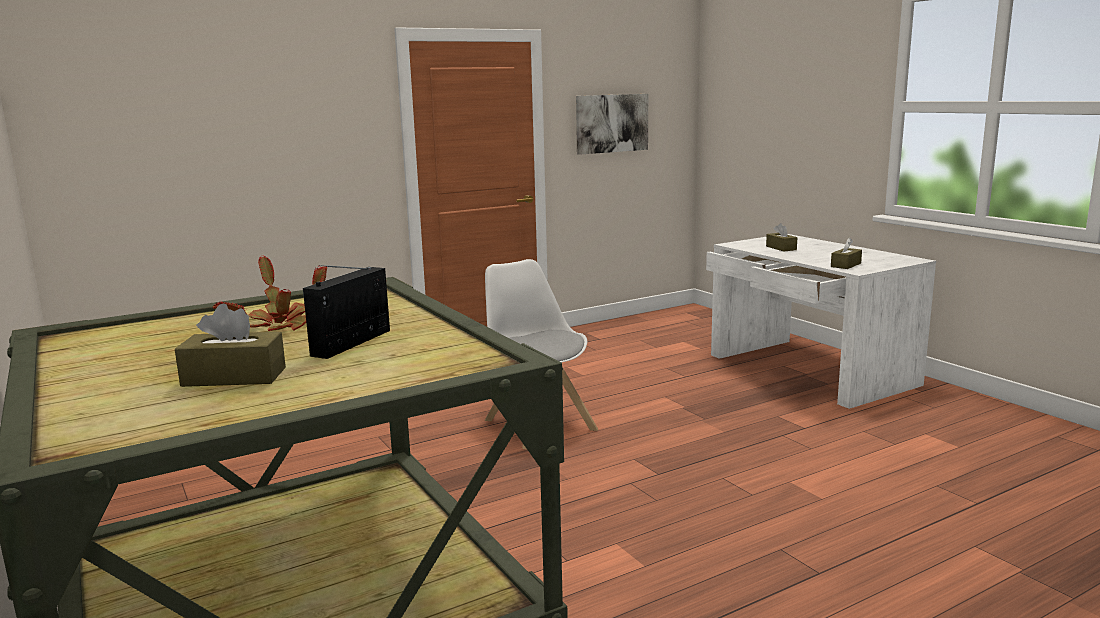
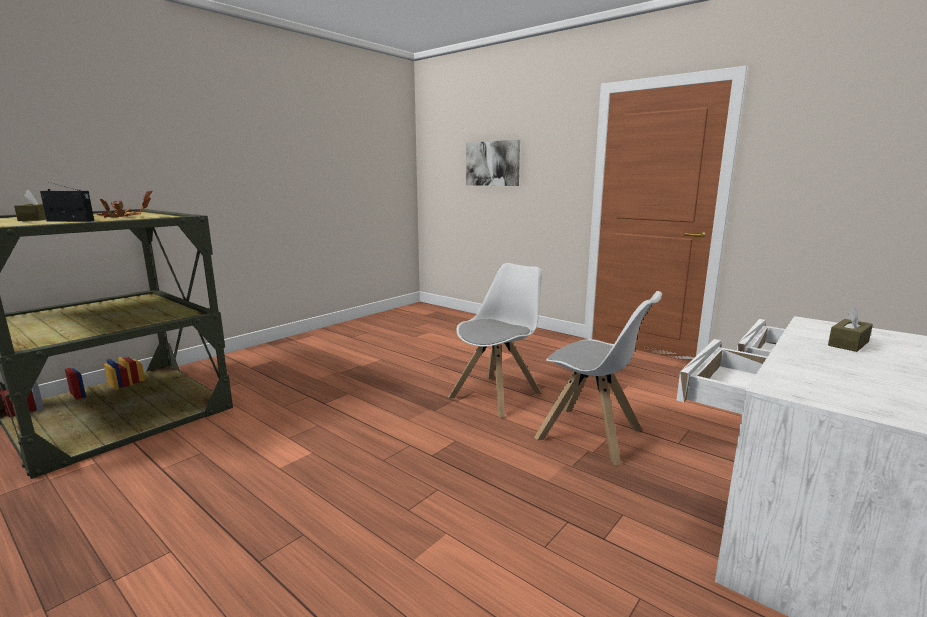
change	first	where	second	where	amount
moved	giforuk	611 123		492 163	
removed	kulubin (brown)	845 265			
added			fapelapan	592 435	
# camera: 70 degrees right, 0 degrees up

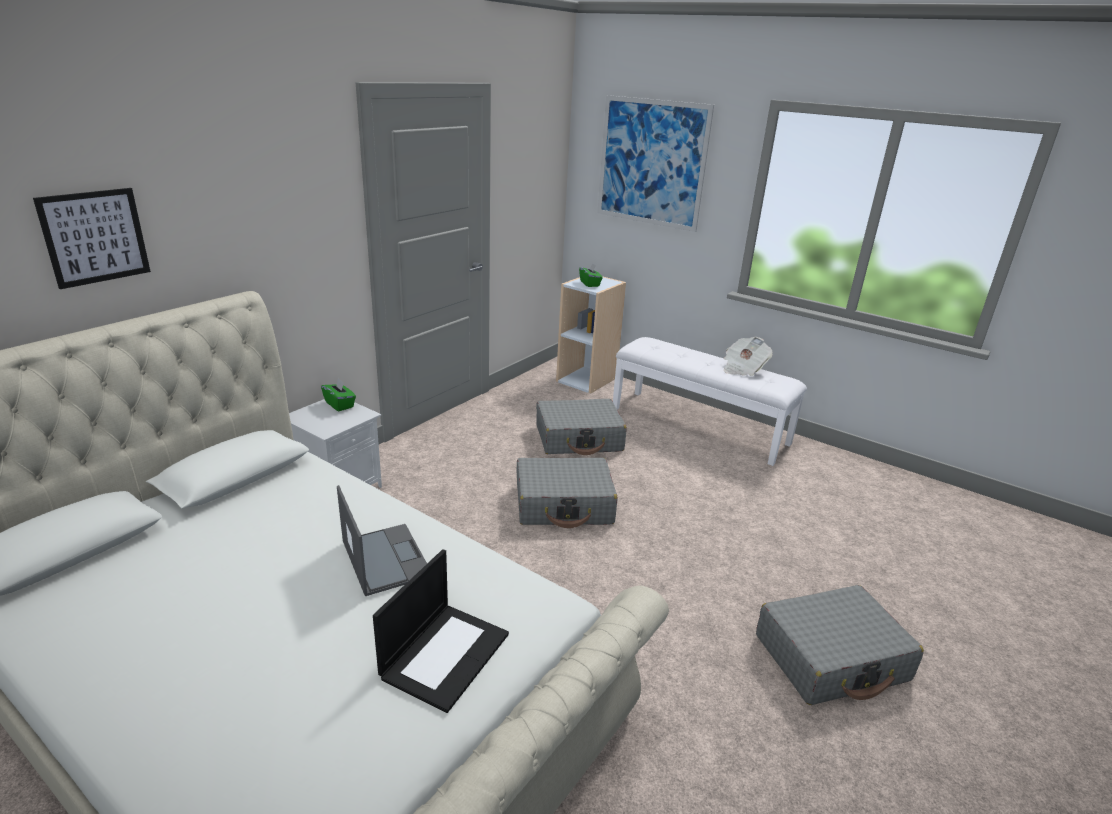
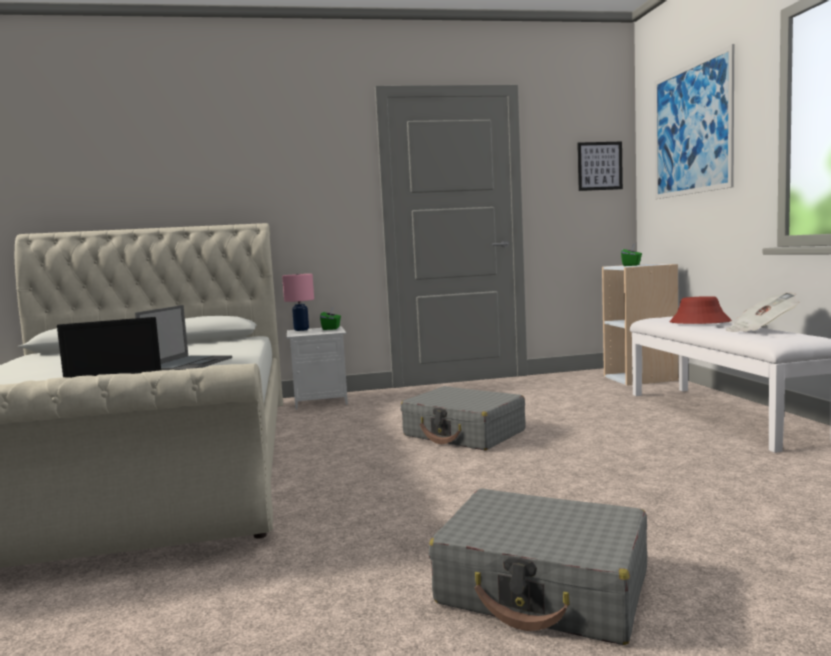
change	first	where	second	where	amount
moved	giforuk	95 237		599 166	
removed	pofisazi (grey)	579 438			
added			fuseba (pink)	301 330	
added			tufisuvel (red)	699 322	
# camera: 45 degrees right, 20 degrees down

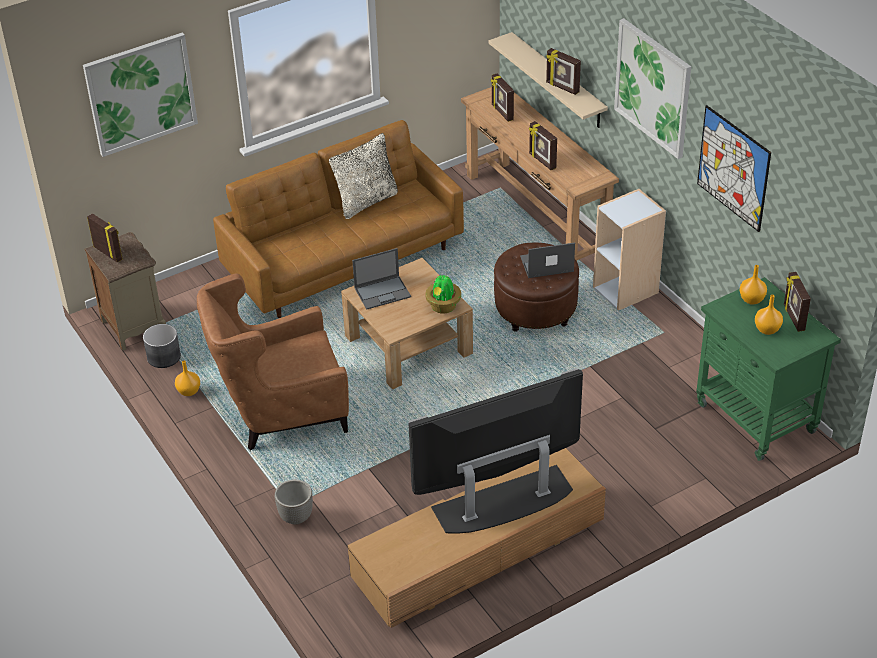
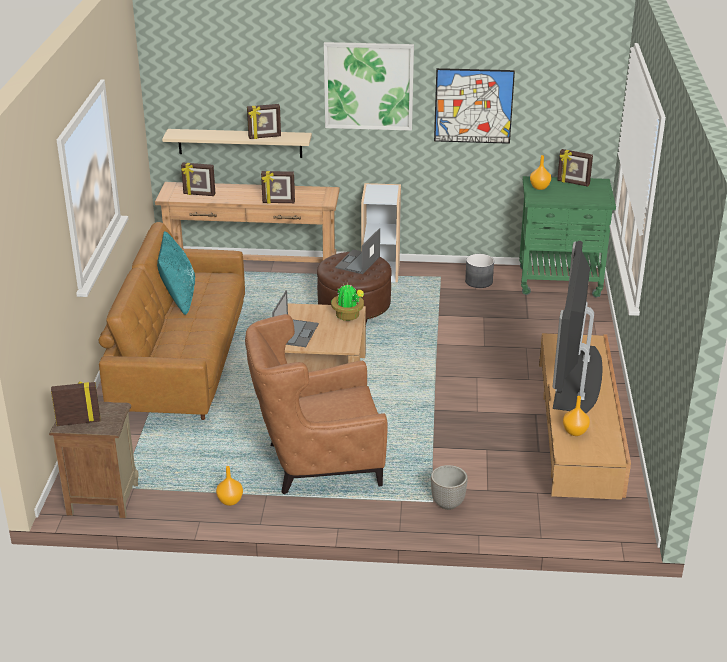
change	first	where	second	where	amount
removed	giforuk	141 93			
recoloured	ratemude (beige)	367 202	ratemude (turquoise)	179 299	
turned	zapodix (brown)	281 412		318 463	60 degrees clockwise
moved	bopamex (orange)	767 330		575 431	
moved	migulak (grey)	164 357		479 281	
# camera: 55 degrees left, 10 degrees down

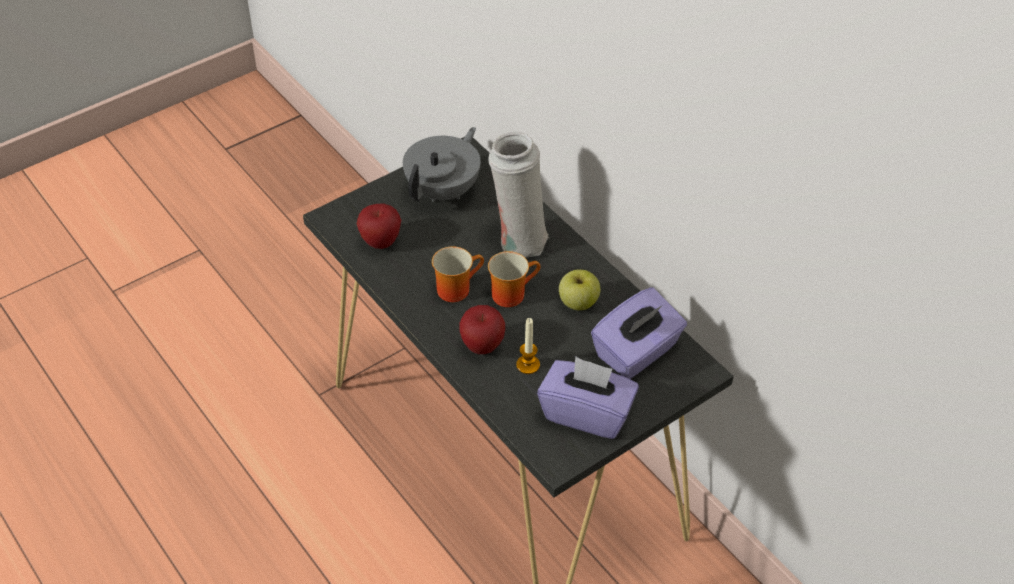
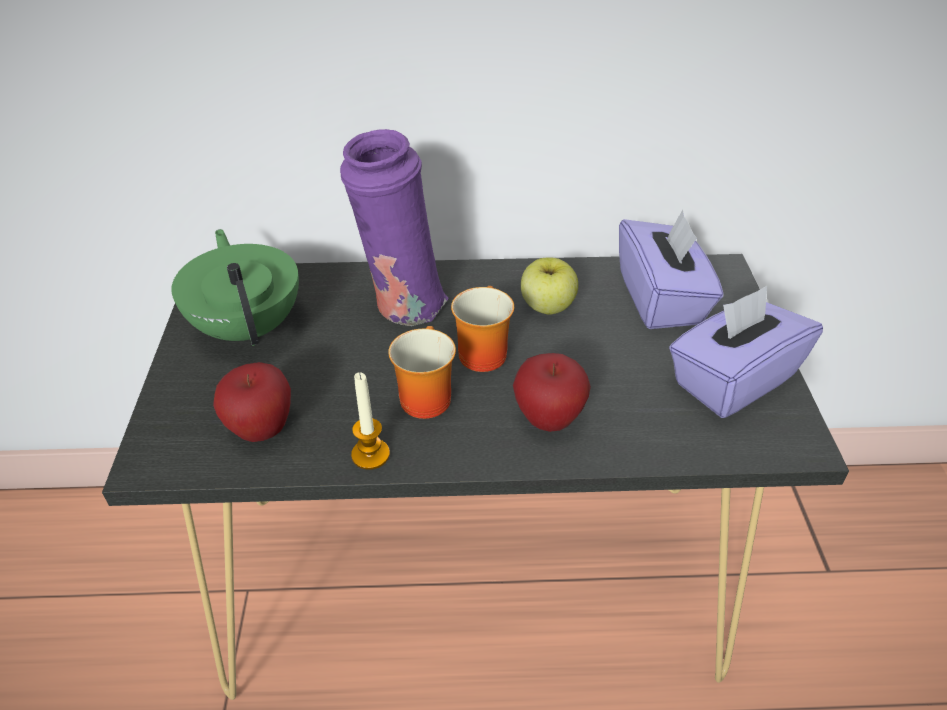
change	first	where	second	where	amount
recoloured	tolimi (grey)	444 190	tolimi (green)	249 327	
recoloured	bopamex (white)	518 240	bopamex (purple)	402 305	
moved	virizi	528 365		370 454	
# camera: 55 degrees left, 5 degrees down

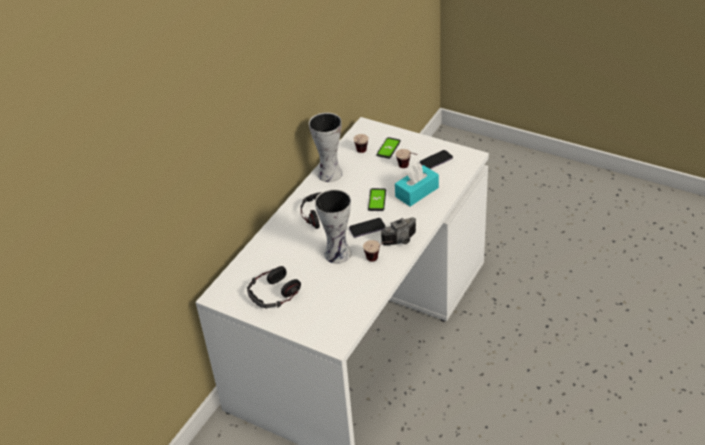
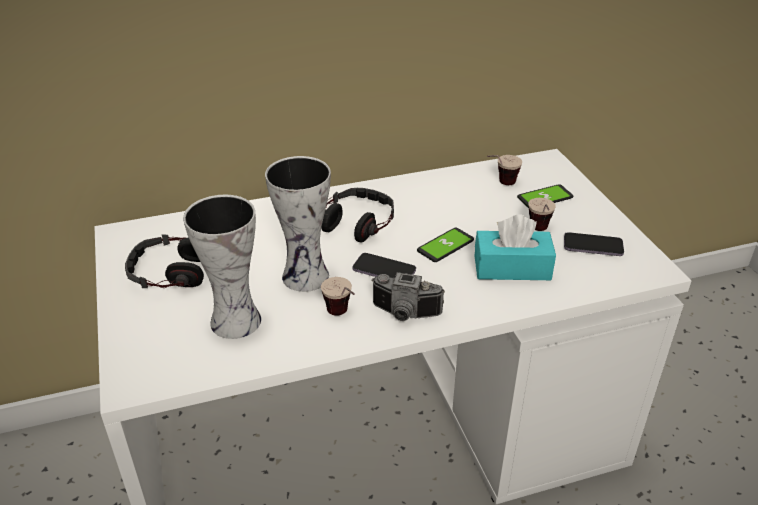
change	first	where	second	where	amount
moved	bopamex	328 174		234 320	
# camera: 40 degrees right, 5 degrees down

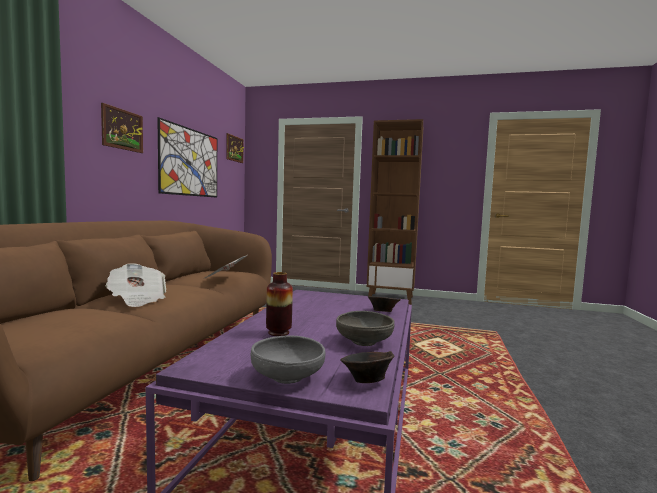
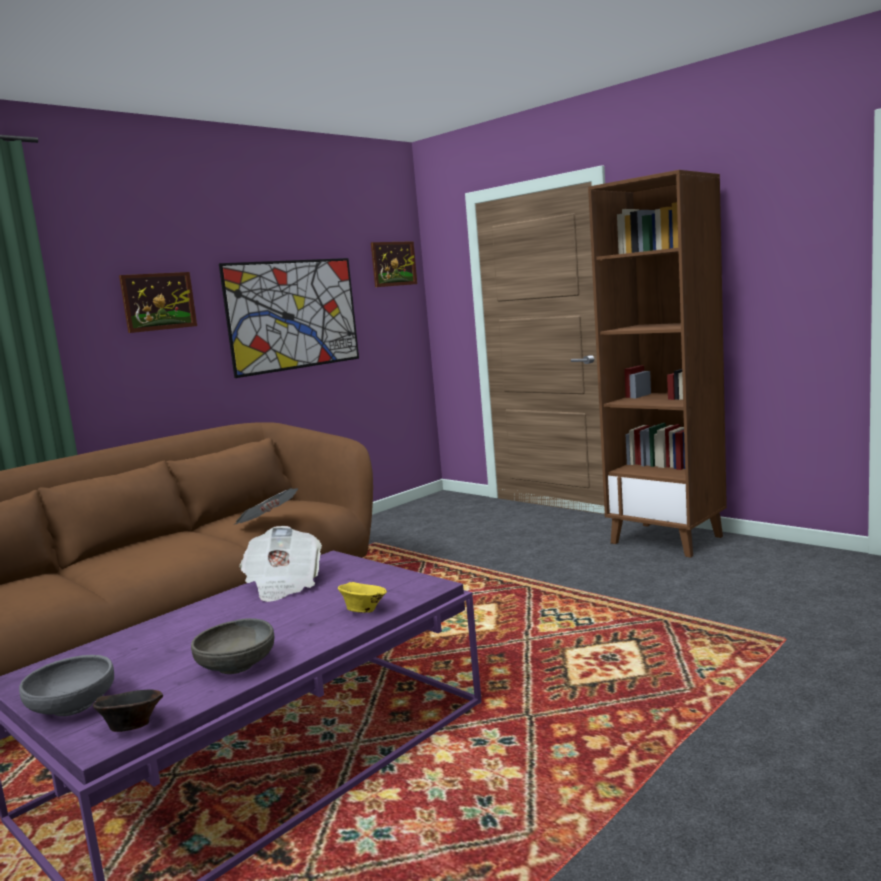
change	first	where	second	where	amount
moved	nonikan	137 299		283 585	
removed	bopamex	278 332			
recoloured	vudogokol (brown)	382 312	vudogokol (yellow)	364 611	
# camera: 30 degrees right, 5 degrees up

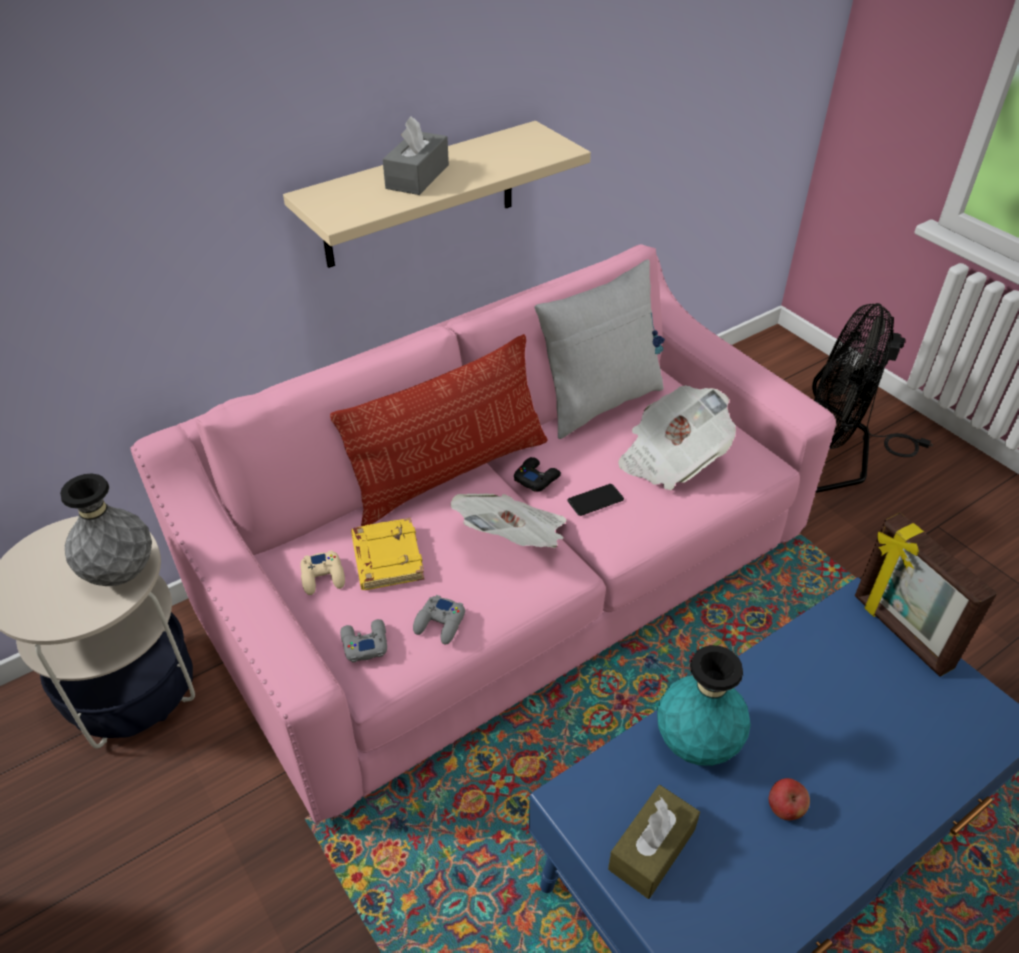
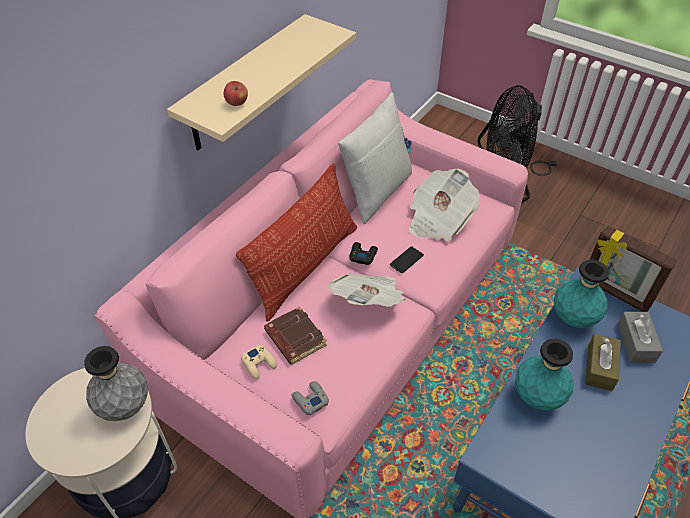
change	first	where	second	where	amount
moved	kulubin (grey)	417 177		636 342	
recoloured	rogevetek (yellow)	386 558	rogevetek (brown)	294 338	
removed	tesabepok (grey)	440 624			
moved	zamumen	784 808		237 103	
moved	kulubin (brown)	652 849		599 367	
added			bopamex (turquoise)	573 318	
# camera: 20 degrees left, 5 degrees up

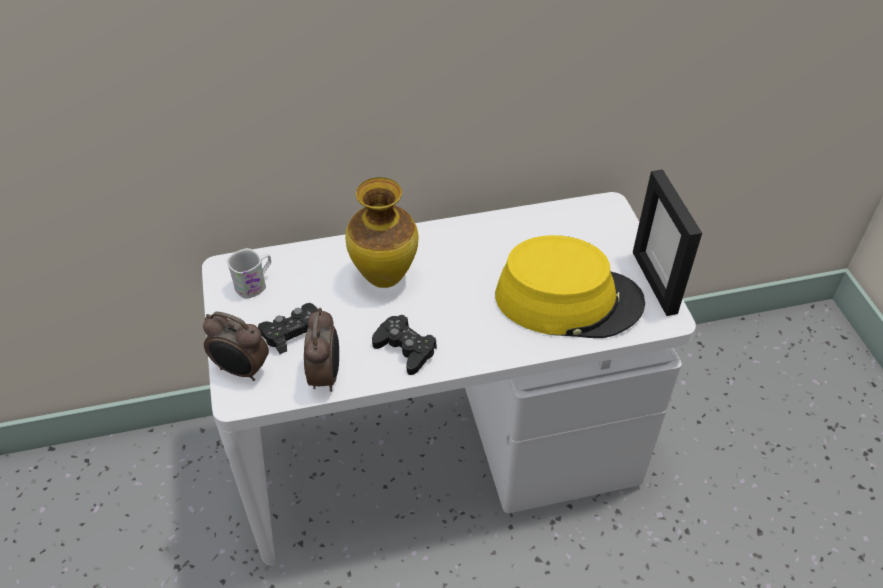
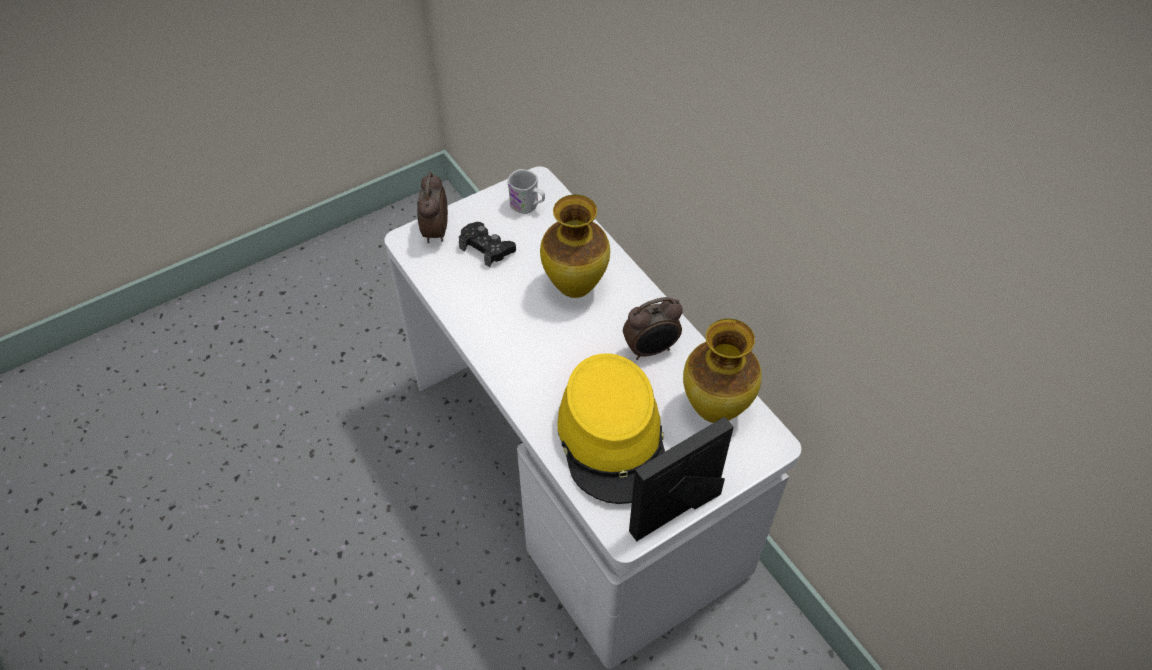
change	first	where	second	where	amount
moved	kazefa	326 375		651 350	
removed	tesabepok (black)	405 349			
added			bopamex	715 411	
# camera: 70 degrees right, 5 degrees up

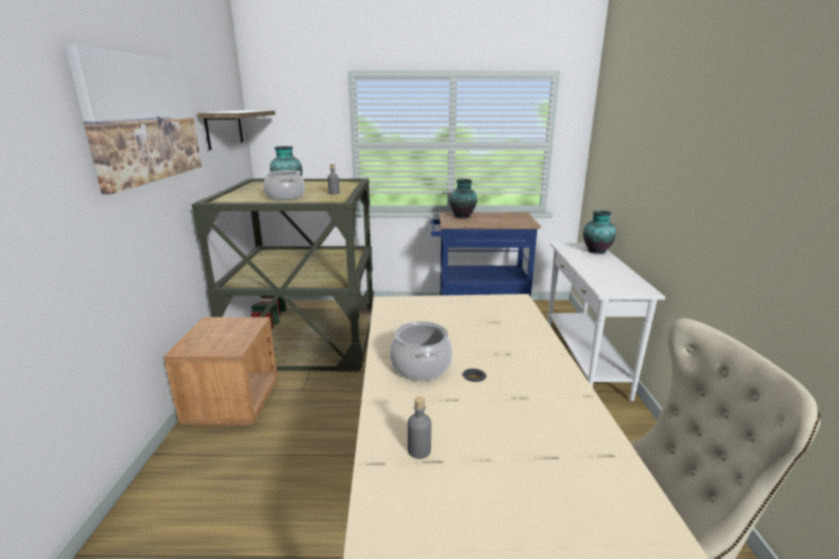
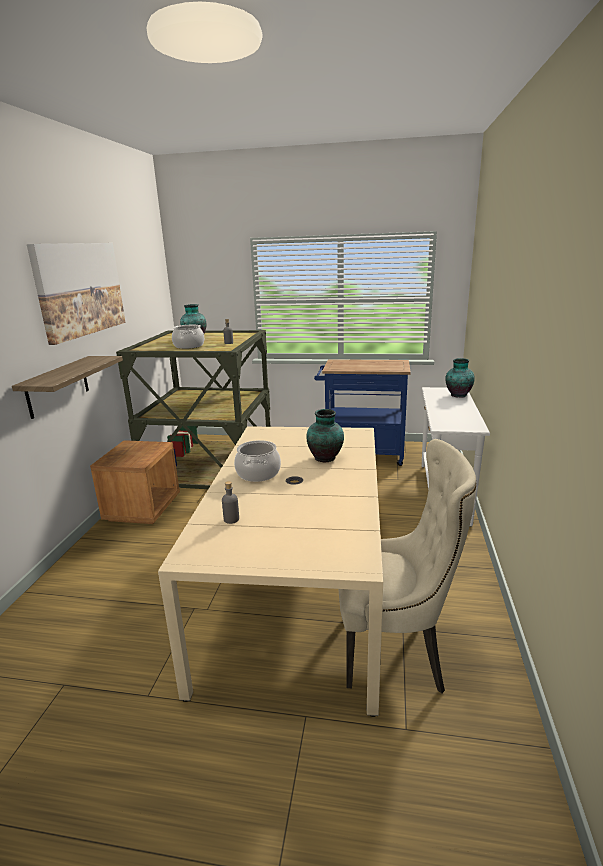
change	first	where	second	where	amount
moved	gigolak	224 128		58 386	
moved	bopamex	463 216		326 458	
# camera: 10 degrees right, 0 degrees up

